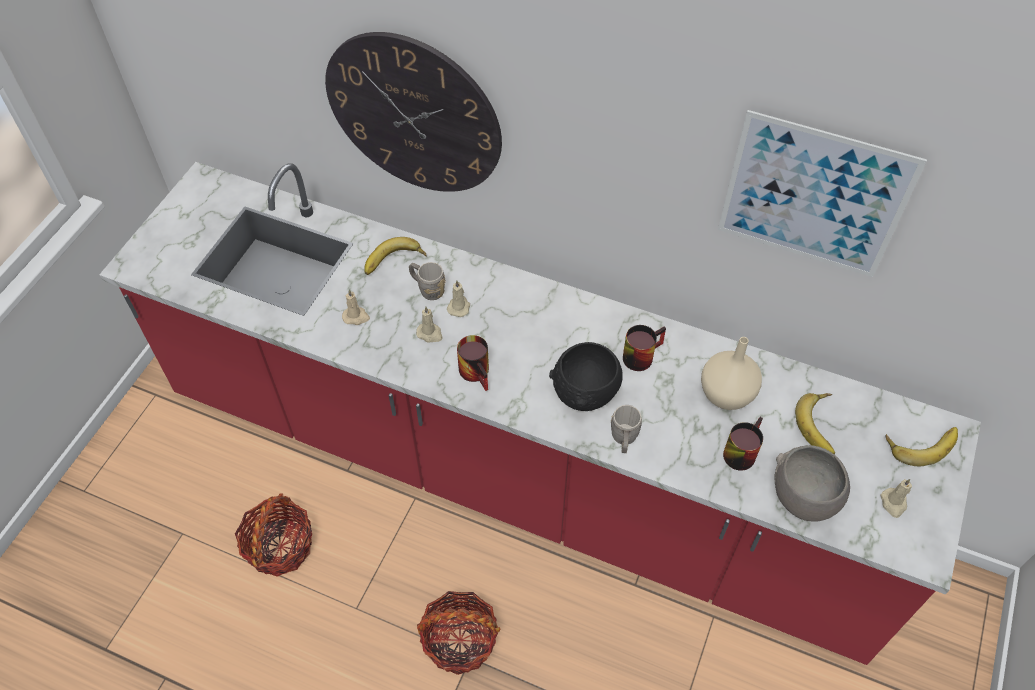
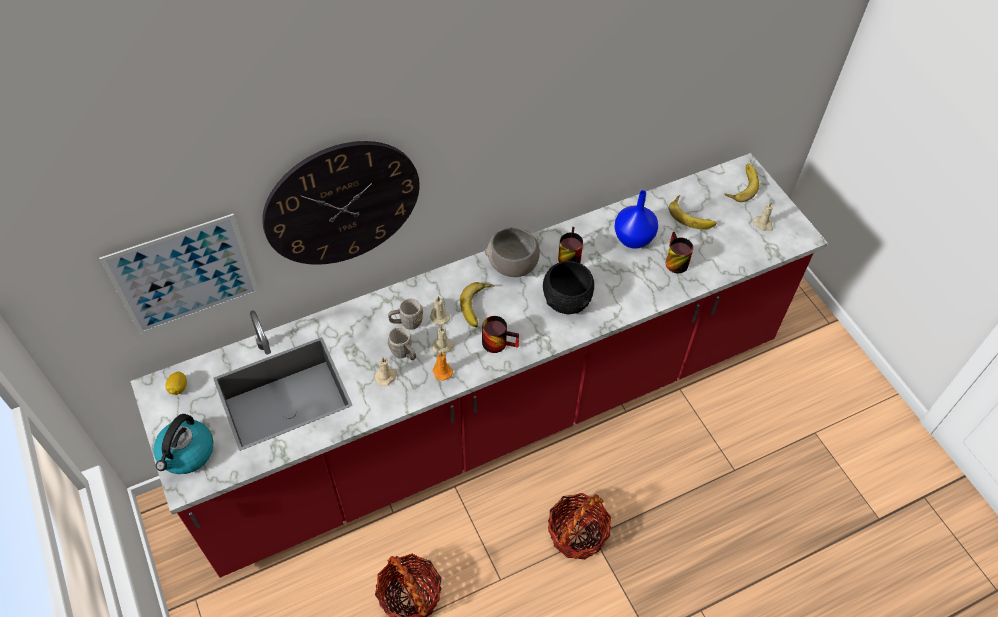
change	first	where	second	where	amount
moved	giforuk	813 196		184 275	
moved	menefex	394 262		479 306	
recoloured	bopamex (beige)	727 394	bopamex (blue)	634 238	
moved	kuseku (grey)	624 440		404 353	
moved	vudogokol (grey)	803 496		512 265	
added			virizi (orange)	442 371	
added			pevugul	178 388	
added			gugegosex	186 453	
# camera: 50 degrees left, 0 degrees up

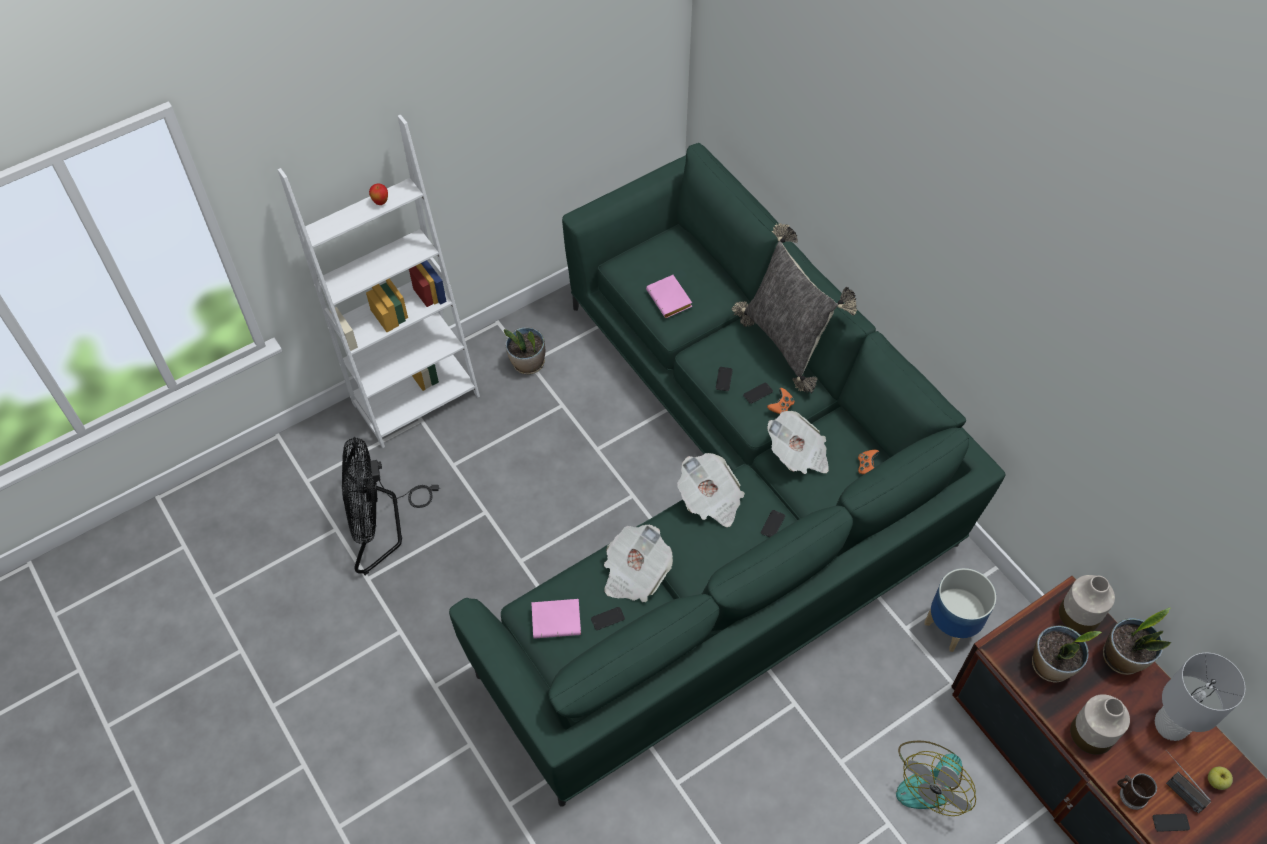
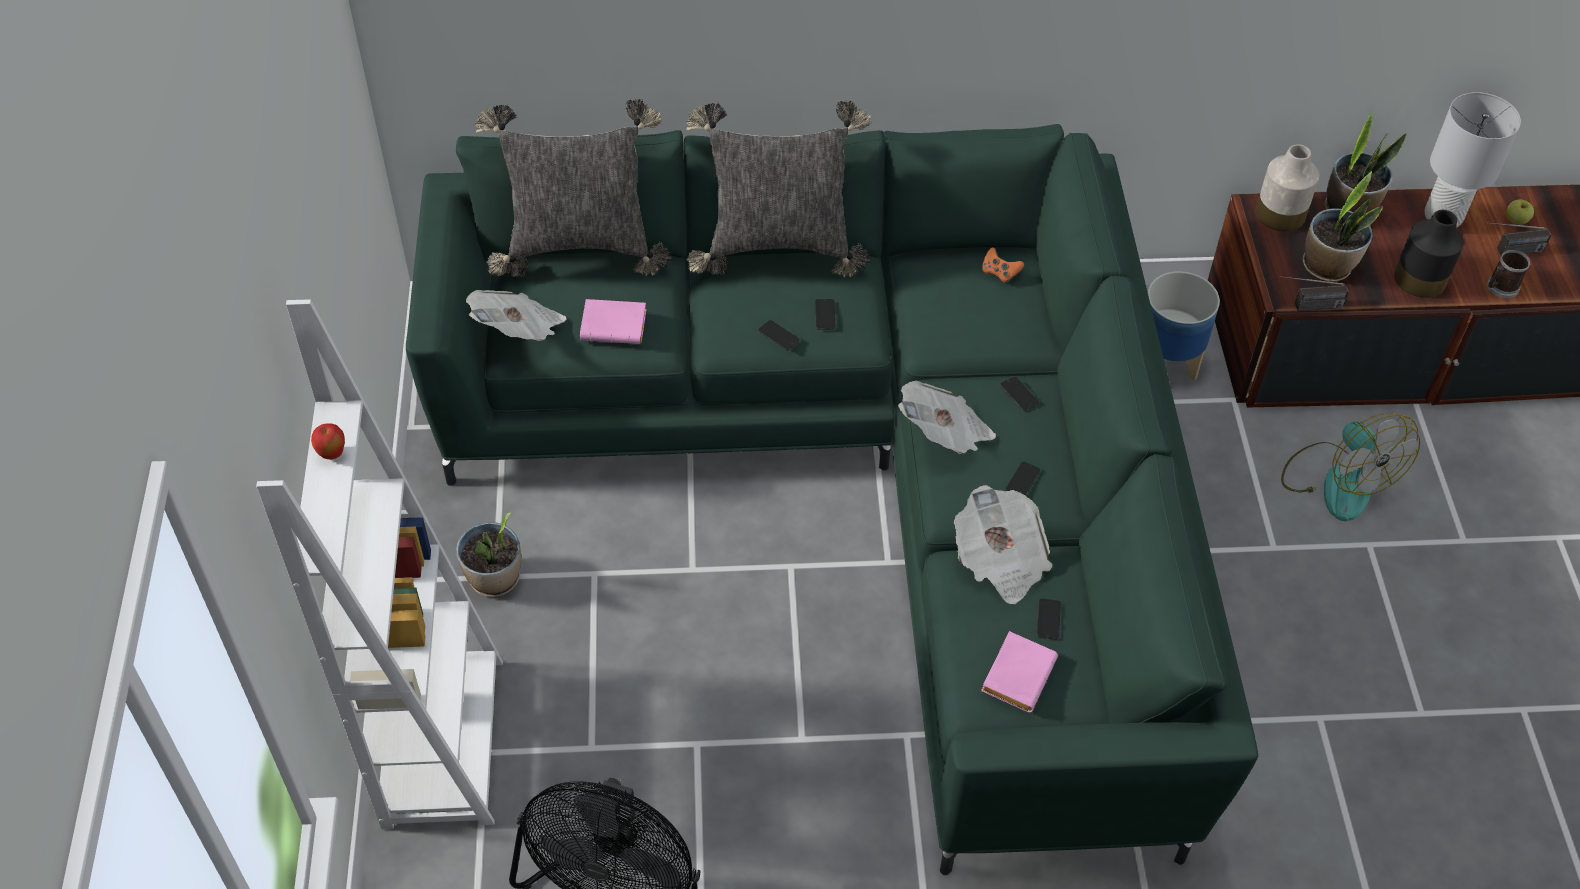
change	first	where	second	where	amount
removed	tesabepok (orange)	781 407			
moved	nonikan	798 454		520 331	
recoloured	bopamex (beige)	1092 732	bopamex (black)	1419 278	
moved	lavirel	1170 822		1022 480	
added			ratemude	581 255	
added			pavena	1306 307	
# camera: 60 degrees left, 5 degrees down

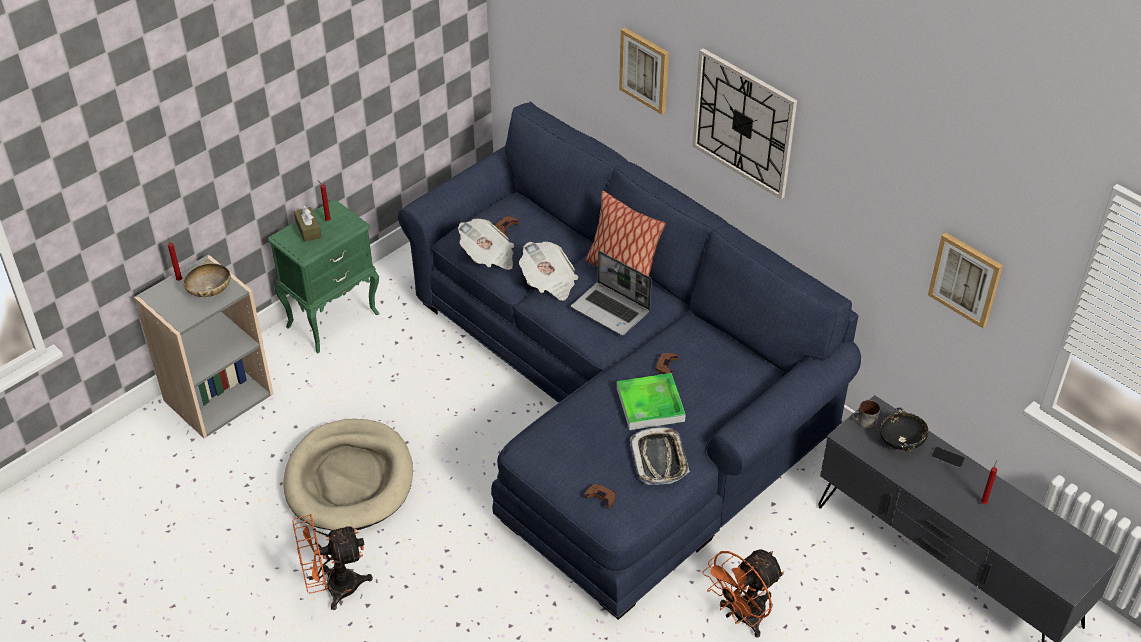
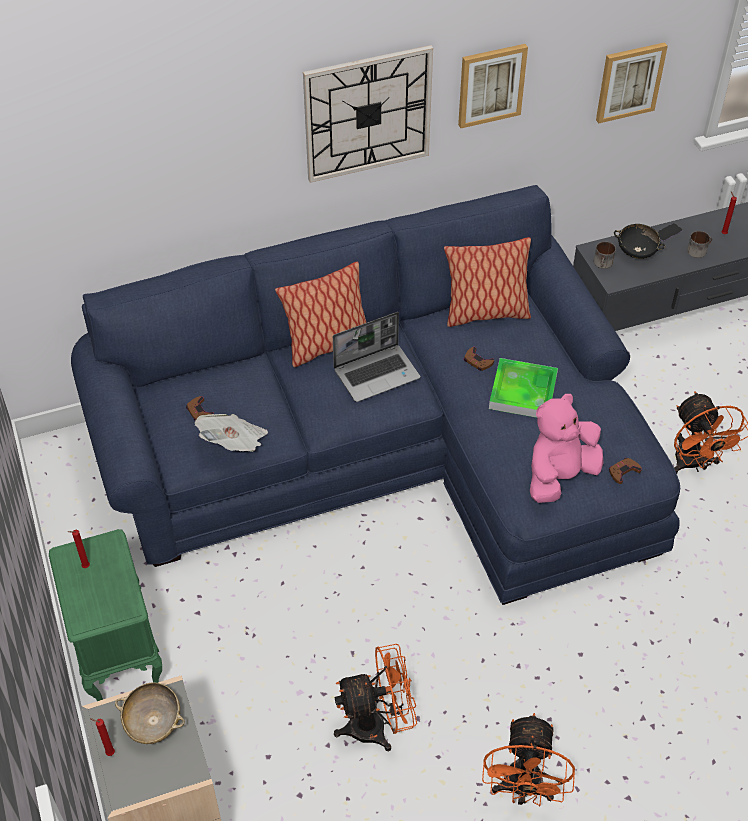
change	first	where	second	where	amount
moved	giforuk	645 70		491 85	
removed	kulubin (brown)	308 229			
removed	nonikan	549 282			
replaced	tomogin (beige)	349 479	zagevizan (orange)	377 725	
removed	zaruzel	659 459			
added			kuseku	698 250	
added			ratemude	485 313	
added			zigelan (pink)	559 476	
# camera: 65 degrees left, 5 degrees up

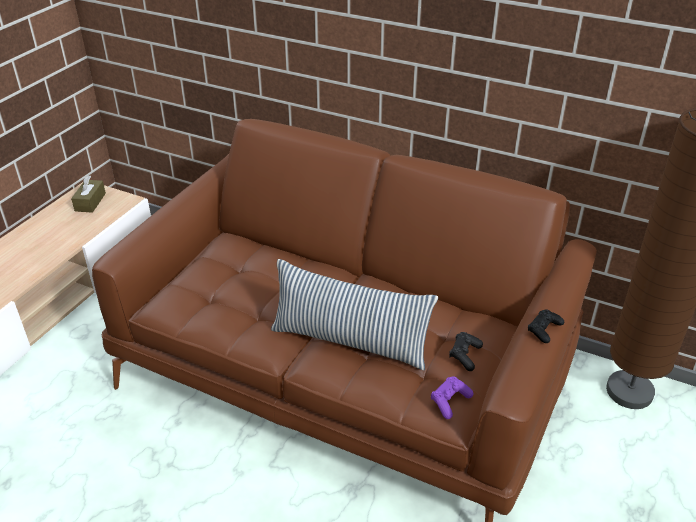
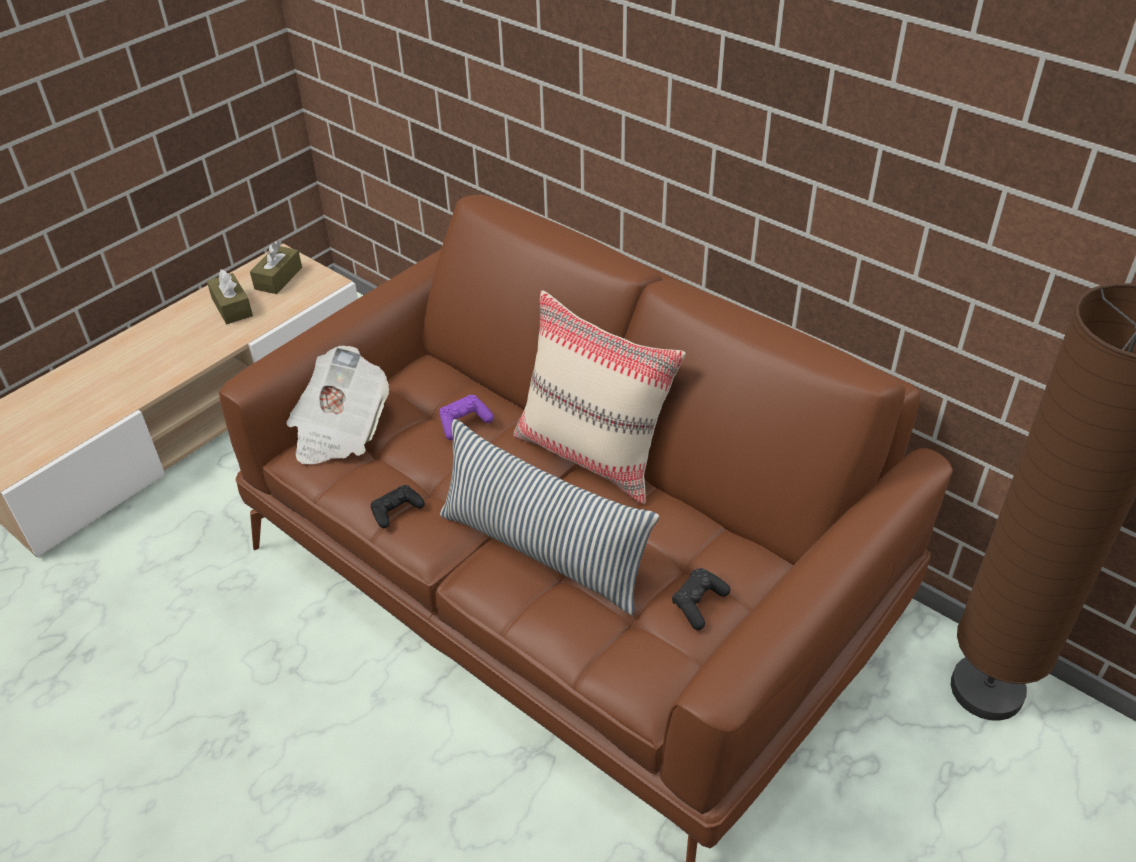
change	first	where	second	where	amount
moved	tesabepok (black)	544 329		396 510	
moved	tesabepok (purple)	449 402		464 423	
added			kulubin (brown)	232 307	
added			ratemude (beige)	593 454	
added			nonikan	337 429	
# camera: 15 degrees right, 5 degrees up

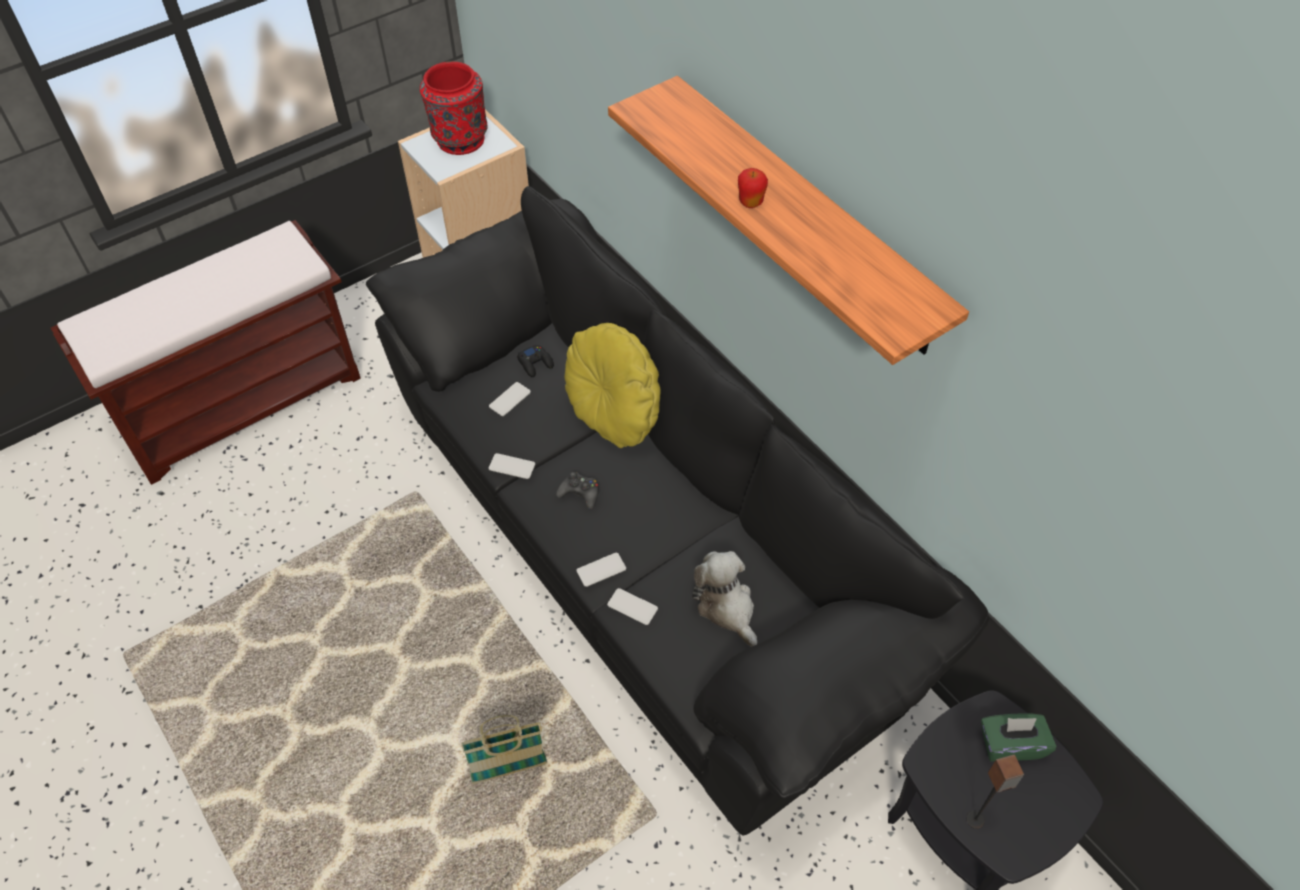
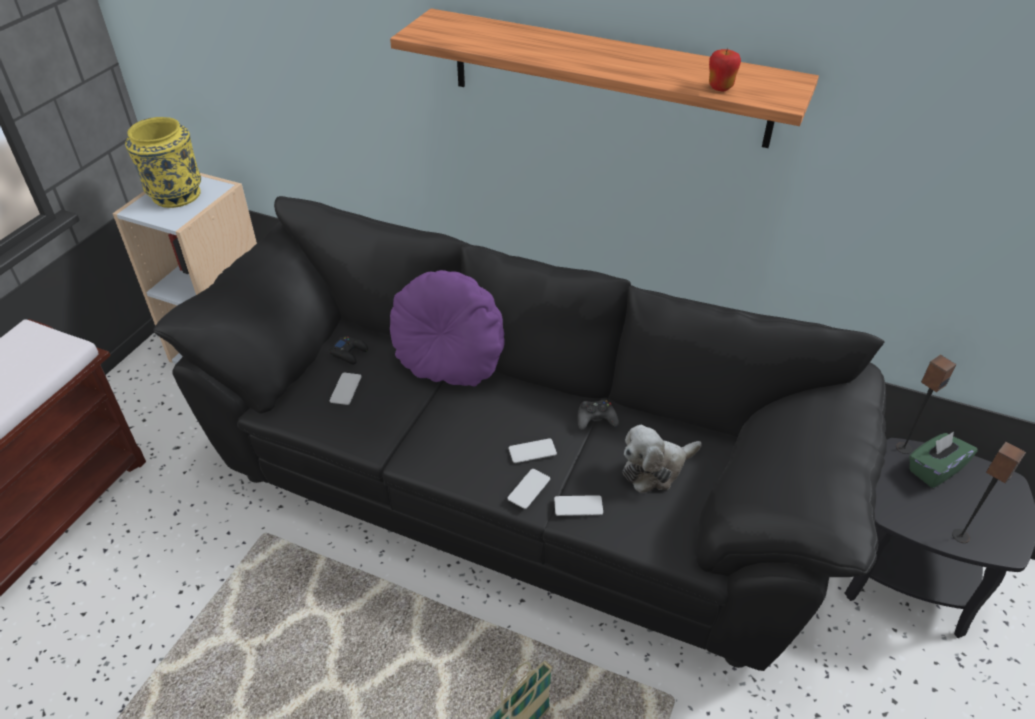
change	first	where	second	where	amount
recoloured	bopamex (red)	459 140	bopamex (yellow)	175 195	
moved	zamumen	750 202		720 87	
recoloured	ratemude (yellow)	613 419	ratemude (purple)	449 369	
moved	lavirel	512 466		532 451	
moved	tesabepok (black)	580 493		596 419	
turned	zigelan	726 607		656 469	60 degrees counterclockwise
added			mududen	903 448	
# camera: 30 degrees left, 10 degrees down

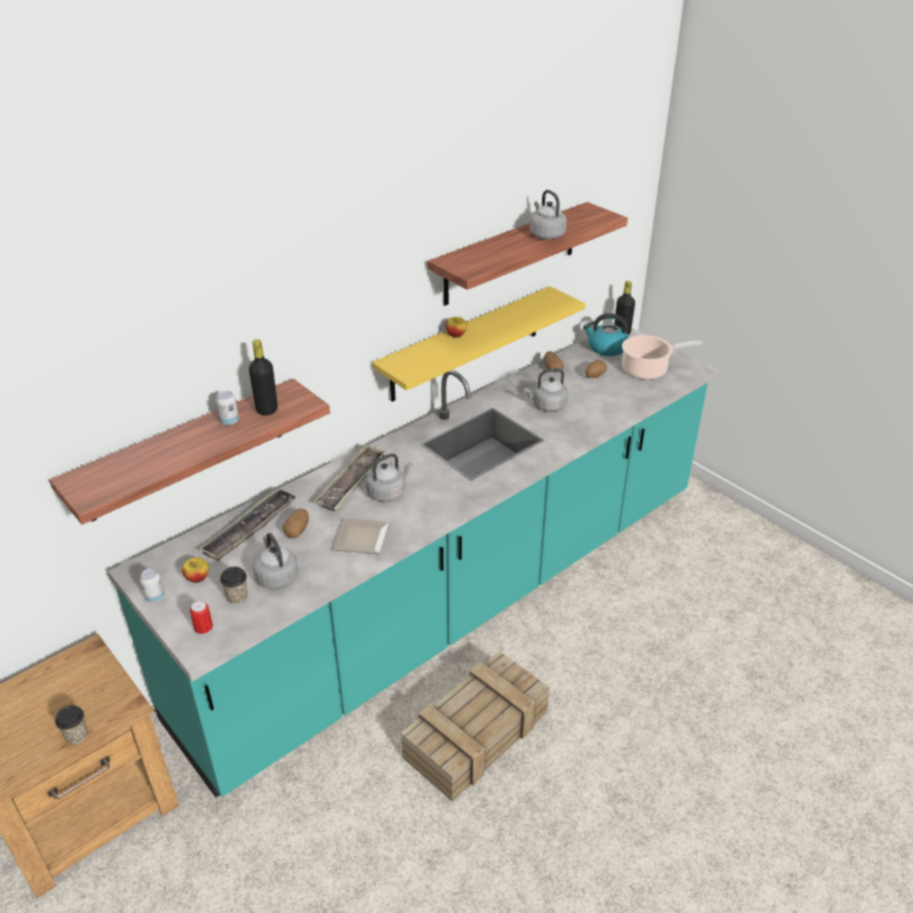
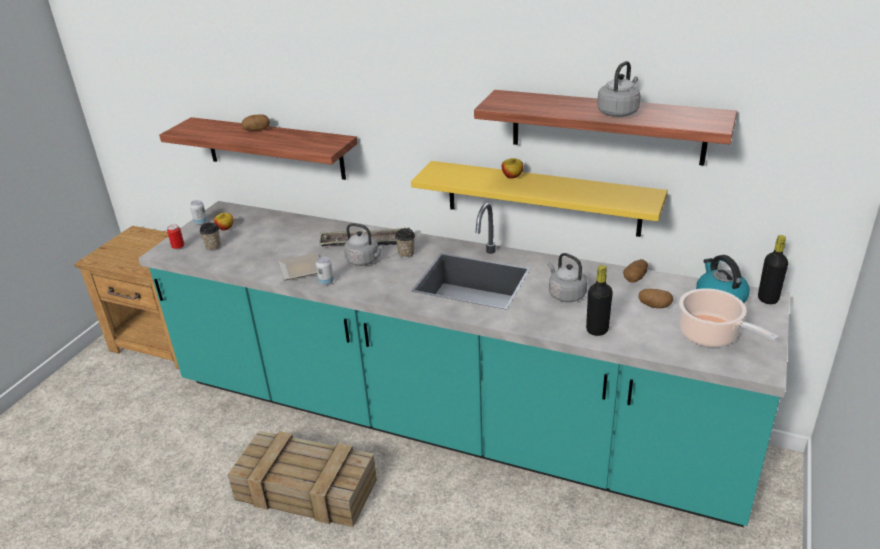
change	first	where	second	where	amount
moved	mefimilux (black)	267 409		597 330	
moved	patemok	229 421		326 282	
removed	zaruzel	250 528			
moved	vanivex	297 530		257 130	
removed	gugegosex (grey)	276 576			
moved	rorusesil	77 735		406 254	
# camera: 65 degrees right, 5 degrees down

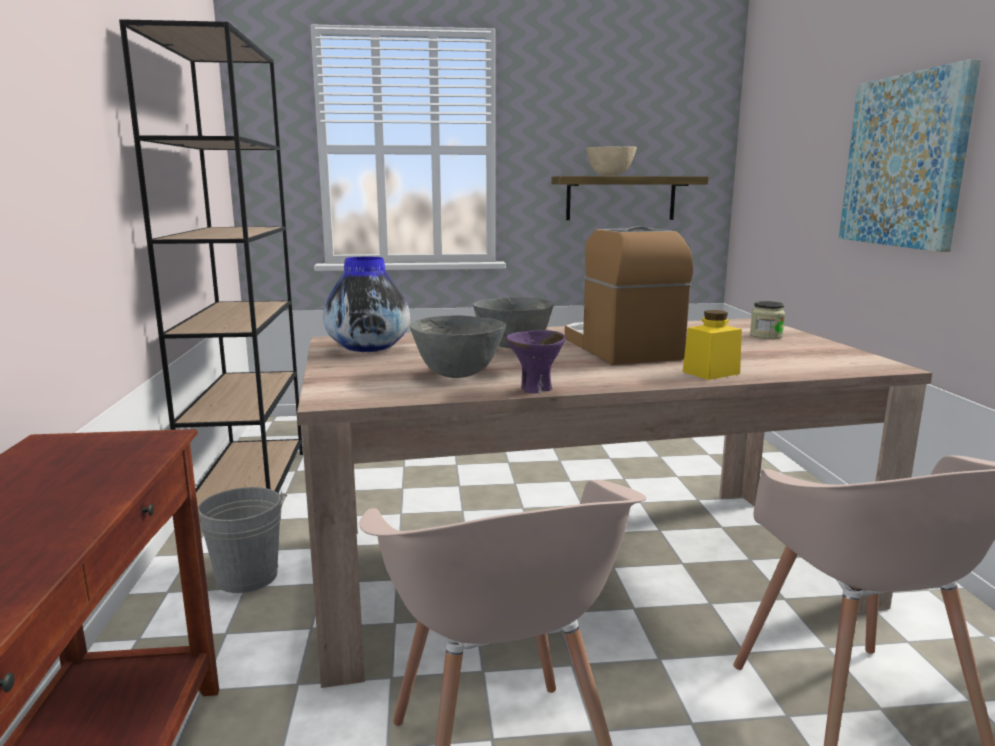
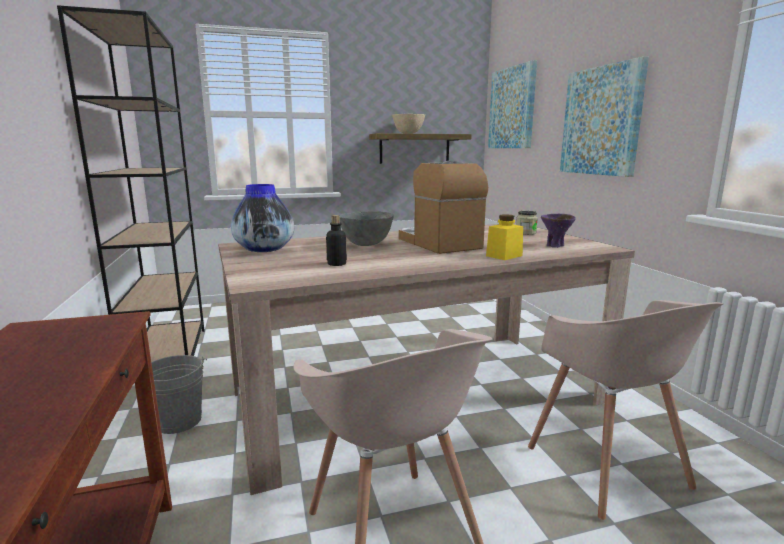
change	first	where	second	where	amount
replaced	vudogokol (grey)	457 374	mefimilux	337 264	
moved	vudogokol (purple)	536 389		555 246	
added			giforuk	512 108	
# camera: 10 degrees left, 0 degrees up

